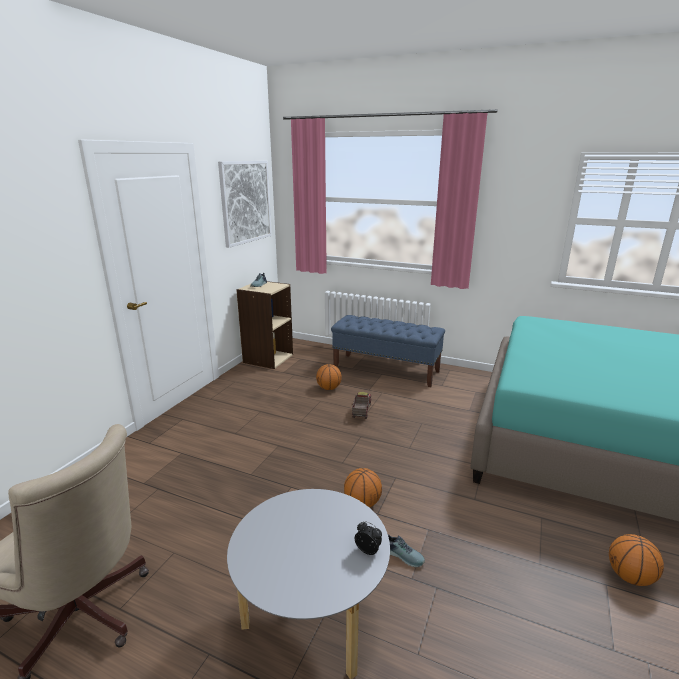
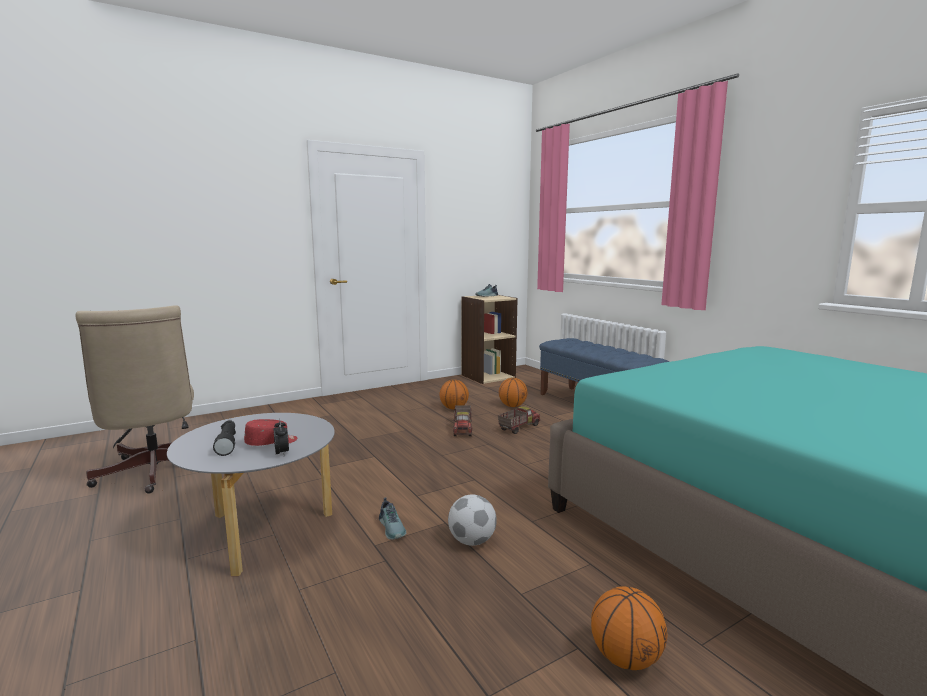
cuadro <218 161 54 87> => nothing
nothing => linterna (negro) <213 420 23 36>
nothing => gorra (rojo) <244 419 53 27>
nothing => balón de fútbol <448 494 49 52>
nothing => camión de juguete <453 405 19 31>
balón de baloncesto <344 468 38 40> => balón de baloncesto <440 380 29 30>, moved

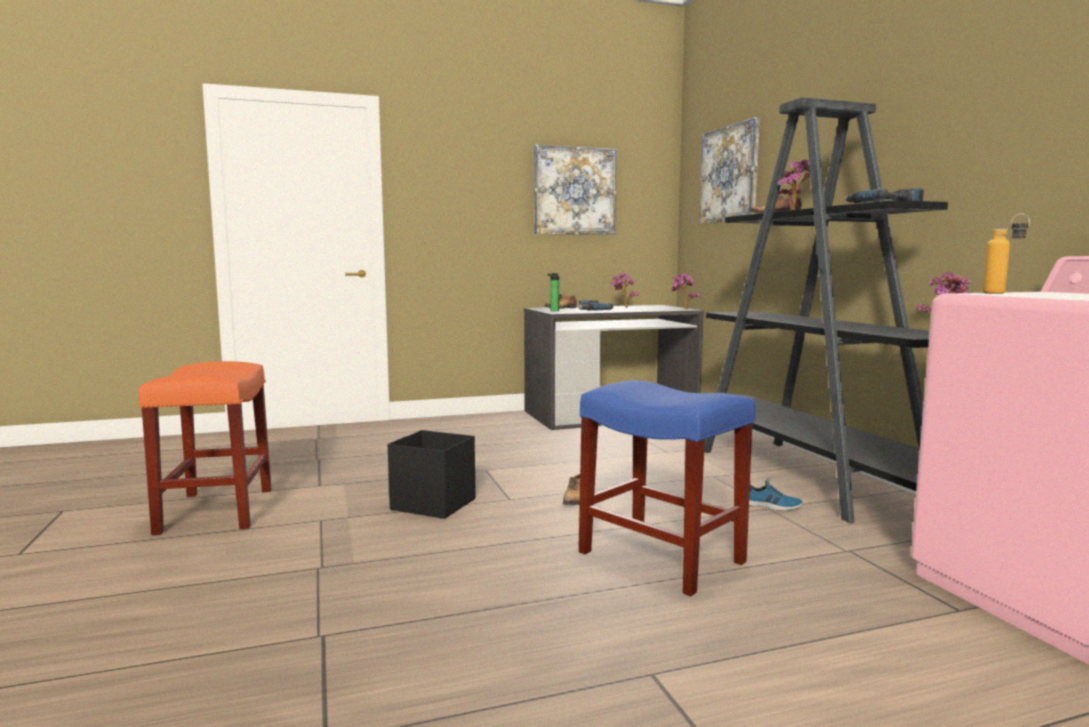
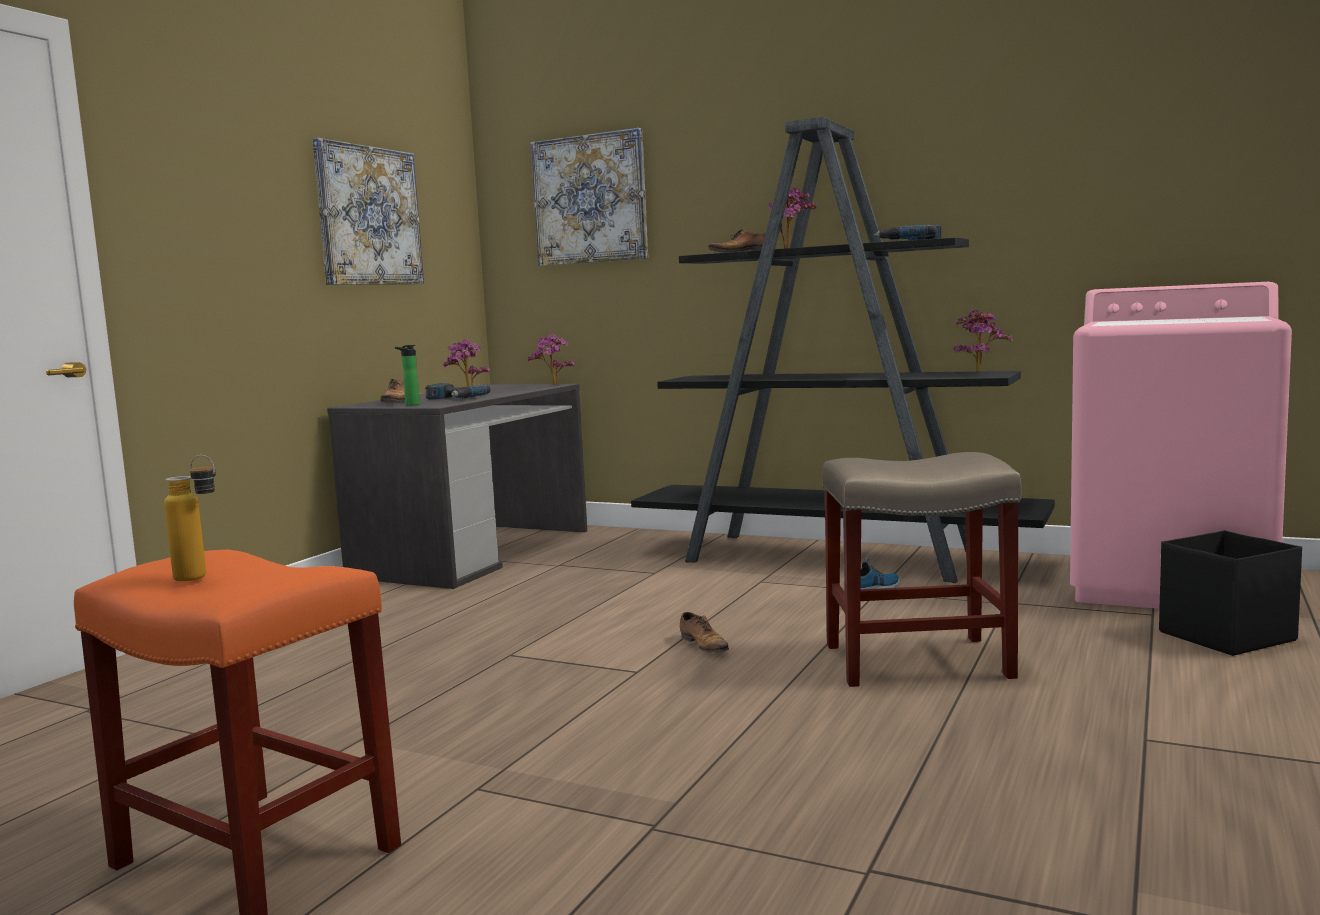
caja de almacenaje (negro) <388 430 88 89> => caja de almacenaje (negro) <1159 531 143 125>, moved
botella <983 214 47 80> => botella <164 455 52 126>, moved
taburete (azul) <579 380 177 216> => taburete (beis) <823 452 199 235>

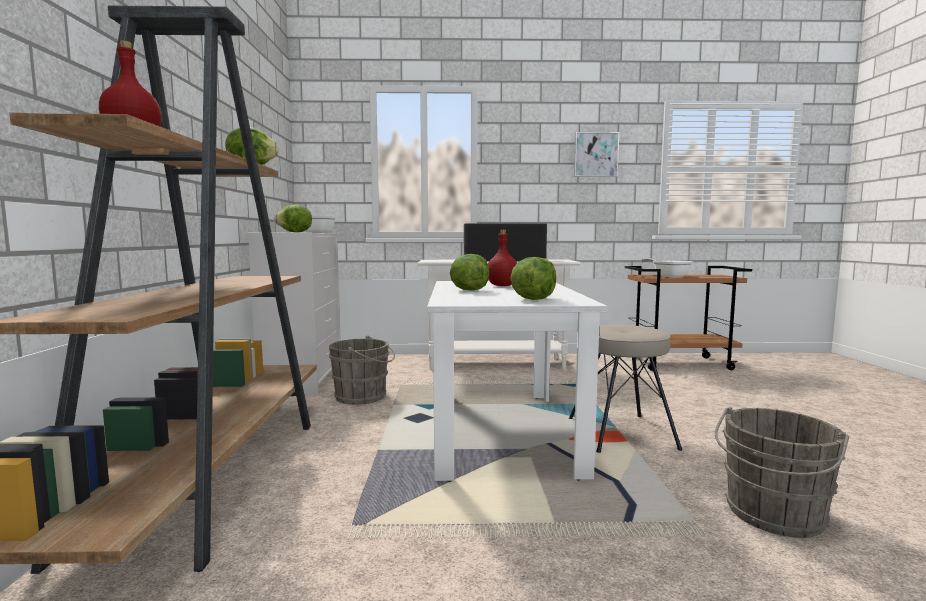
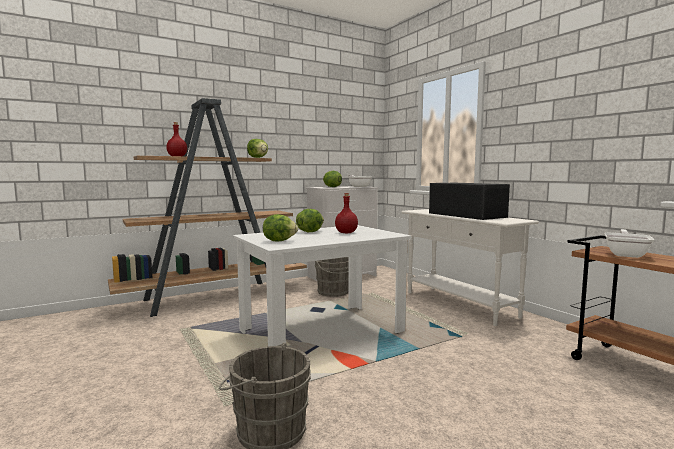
taburete (beis) <569 325 113 128> => nothing
cuadro <574 132 45 45> => nothing

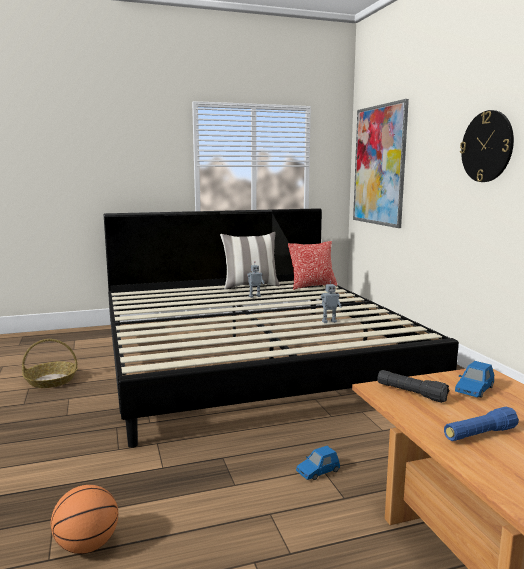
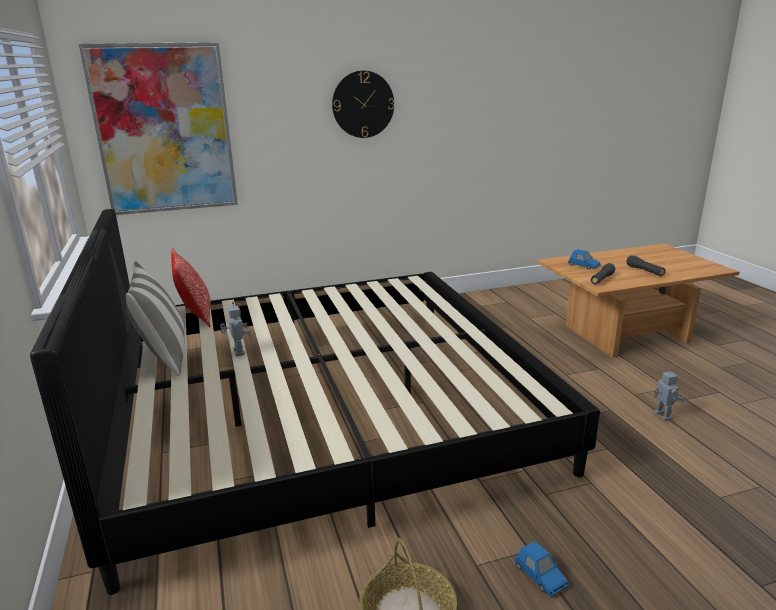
balón de baloncesto <51 485 67 69> => nothing
coche de juguete (azul) <296 446 44 34> => coche de juguete (azul) <515 541 53 56>, moved
robot de juguete <321 280 21 43> => robot de juguete <653 368 32 53>, moved
linterna (azul) <444 407 75 34> => linterna (negro) <626 255 40 21>

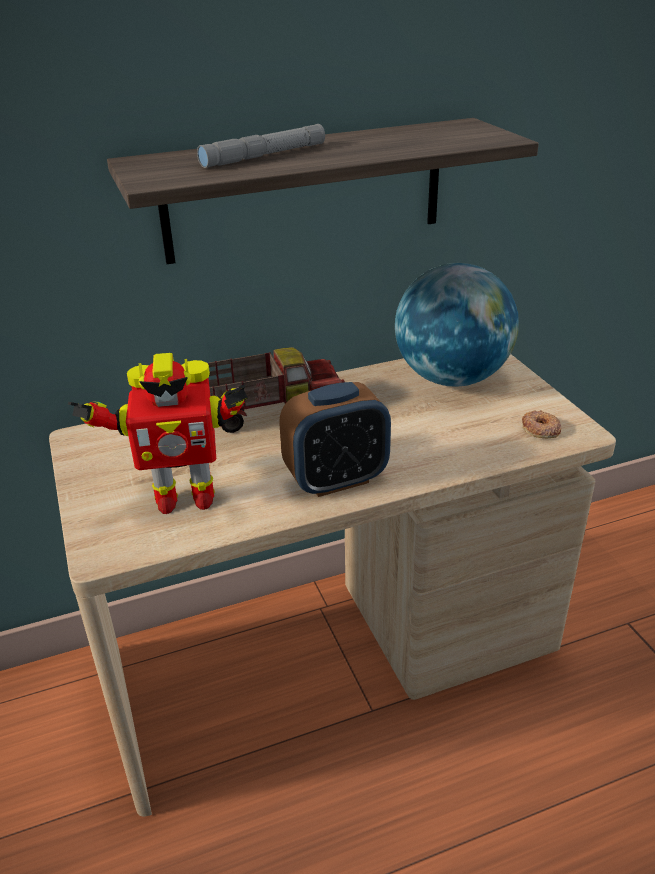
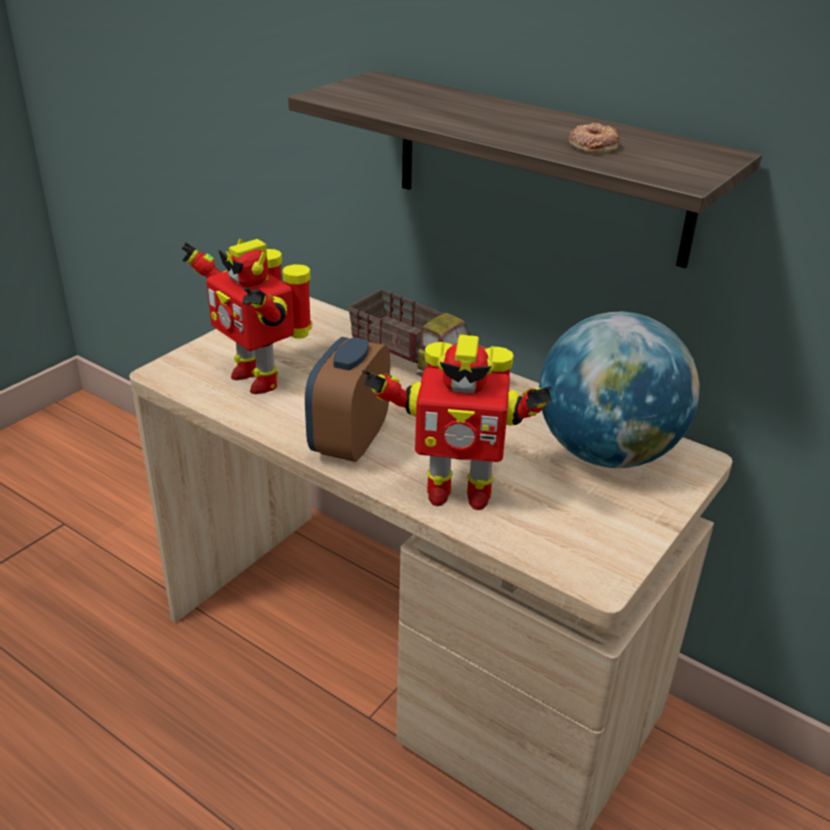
linterna (gris) <197 124 128 44> => nothing
nothing => robot de juguete <362 335 190 175>
rosquilla <522 410 39 28> => rosquilla <569 123 51 30>, moved
despertador <279 382 112 115> => despertador <305 337 85 125>, 75 degrees clockwise

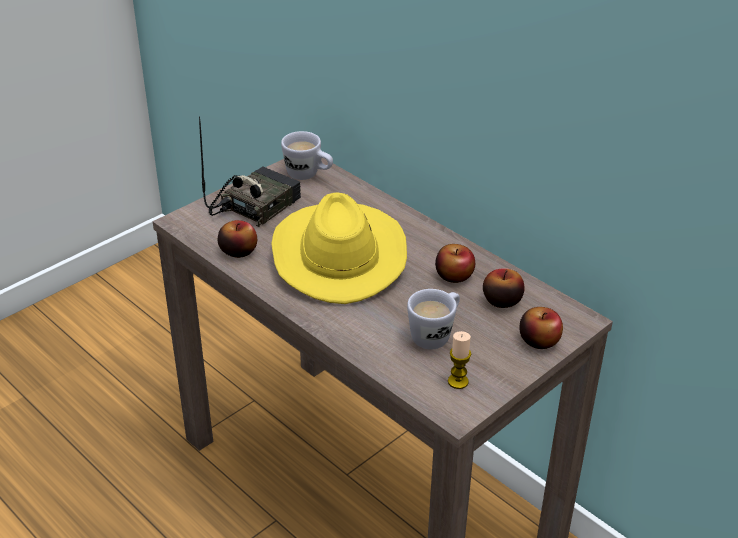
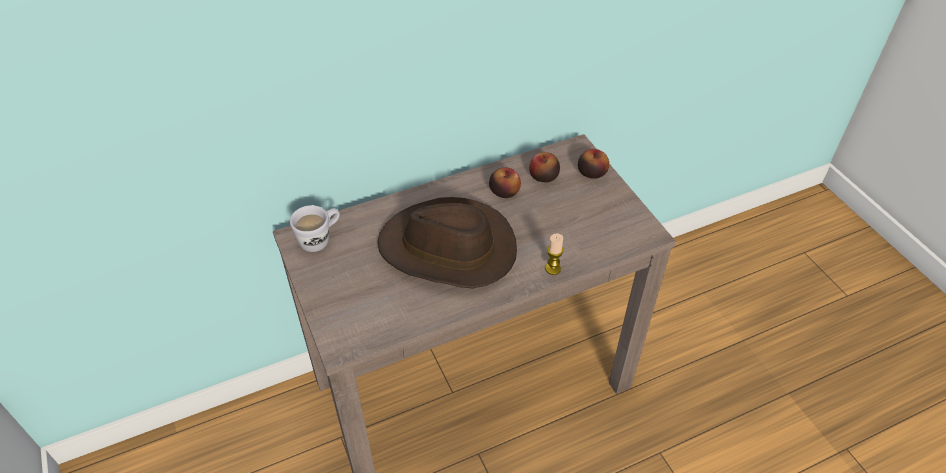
radio <199 117 102 110> => nothing
manzana <218 220 39 38> => nothing
taza grande (blanco) <407 289 53 60> => nothing
vela <448 331 23 58> => vela <545 233 18 42>, moved
sombrero (amarillo) <271 192 136 112> => sombrero (marrón) <378 197 139 91>

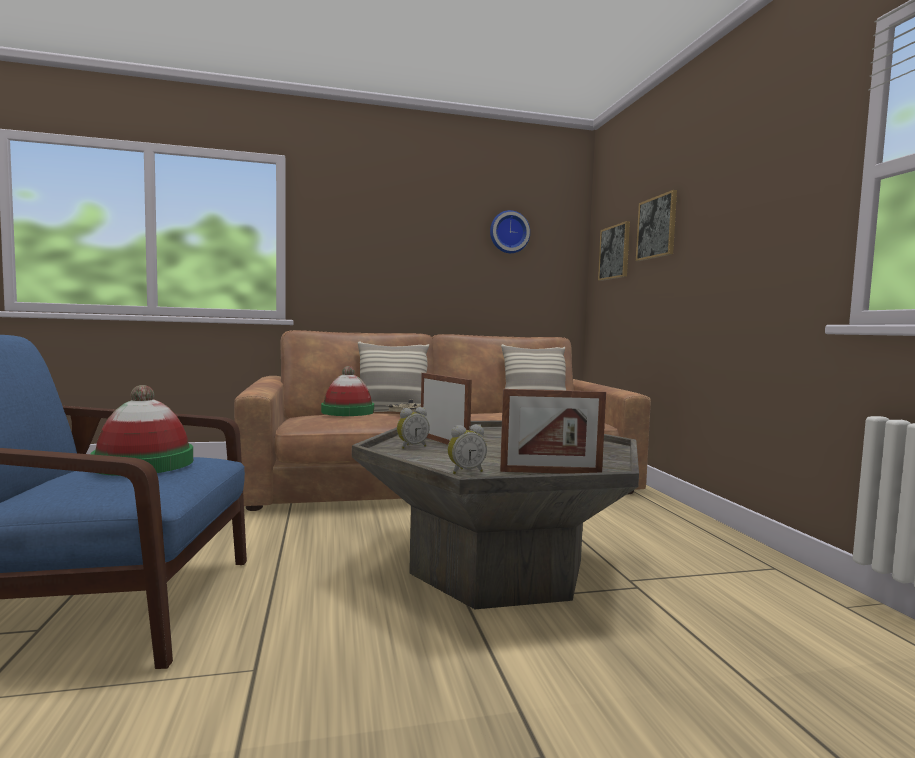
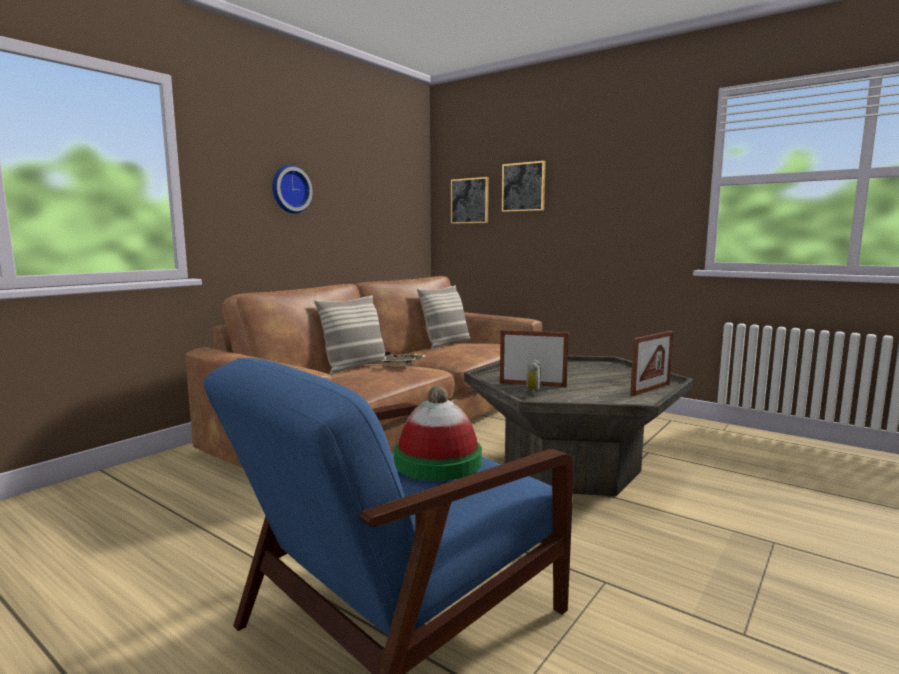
sombrero <321 366 53 50> => nothing
despertador <448 424 39 50> => nothing
reloj de pared <490 210 40 43> => reloj de pared <272 165 41 49>, moved

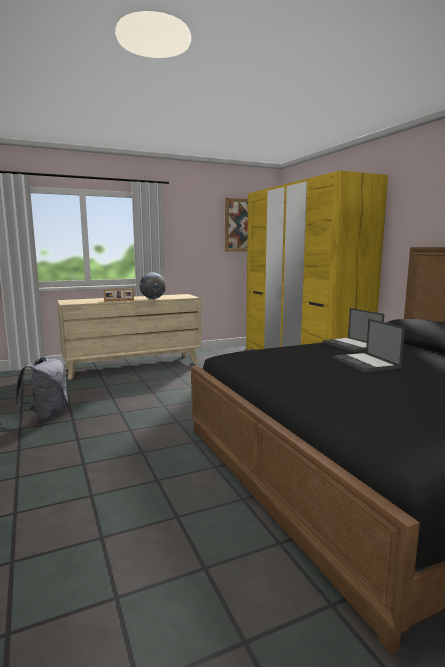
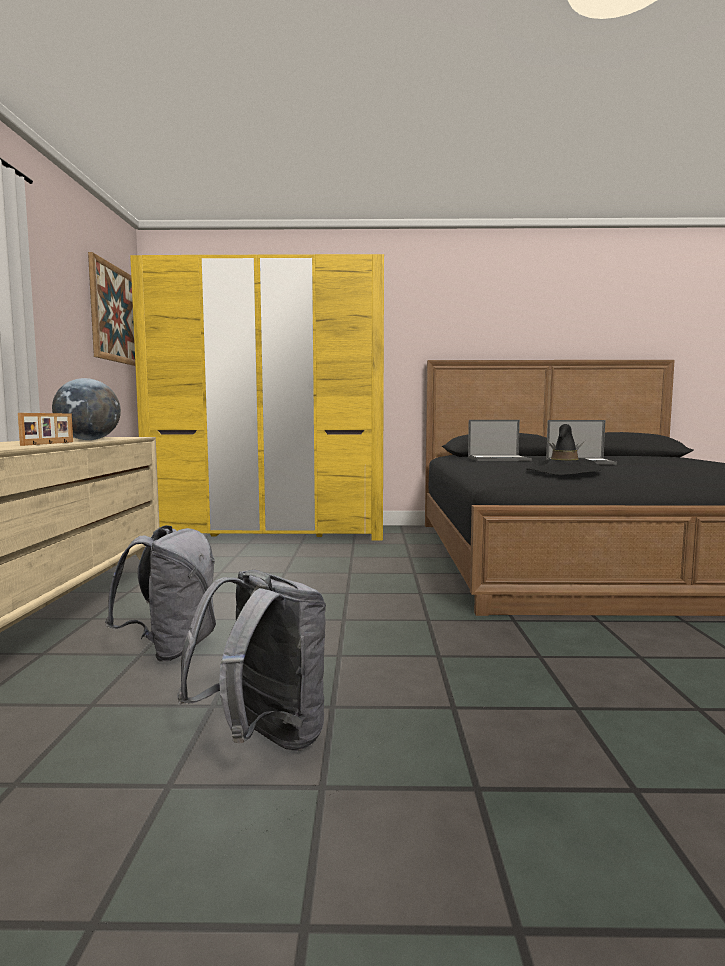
nothing => mochila (gris) <105 525 111 137>
nothing => sombrero (negro) <526 424 79 51>

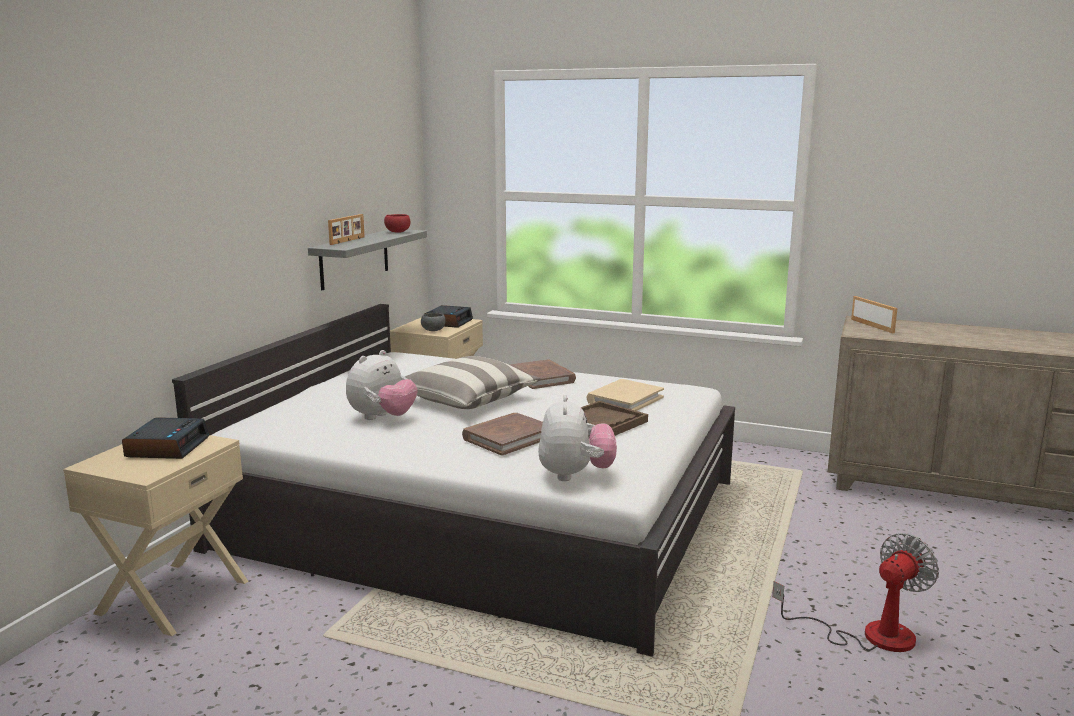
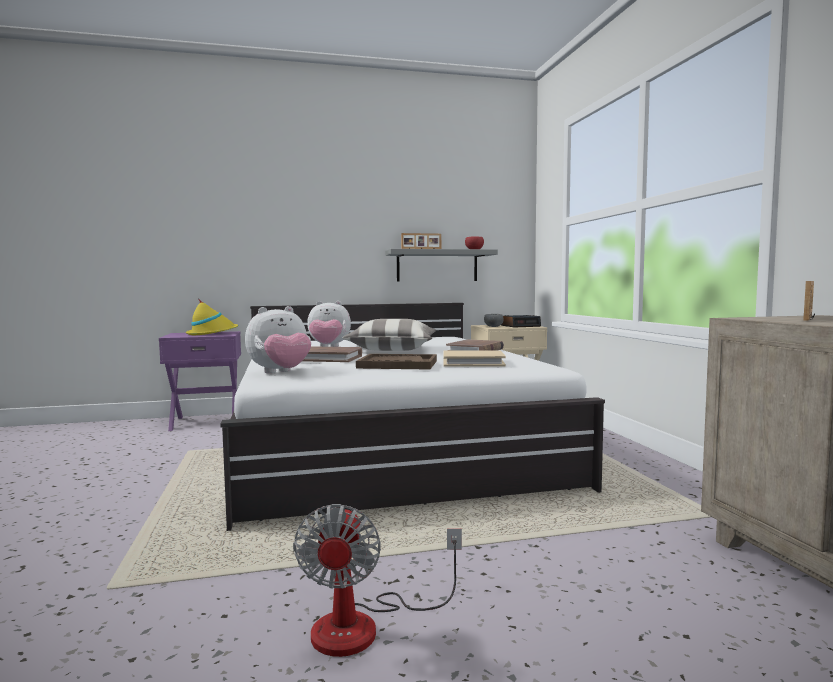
despertador <122 417 88 42> => sombrero (amarillo) <186 300 53 35>
mesita de noche (beis) <63 435 185 201> => mesita de noche (morado) <159 331 82 100>
ventilador <772 533 167 119> => ventilador <293 504 169 153>, 75 degrees clockwise

